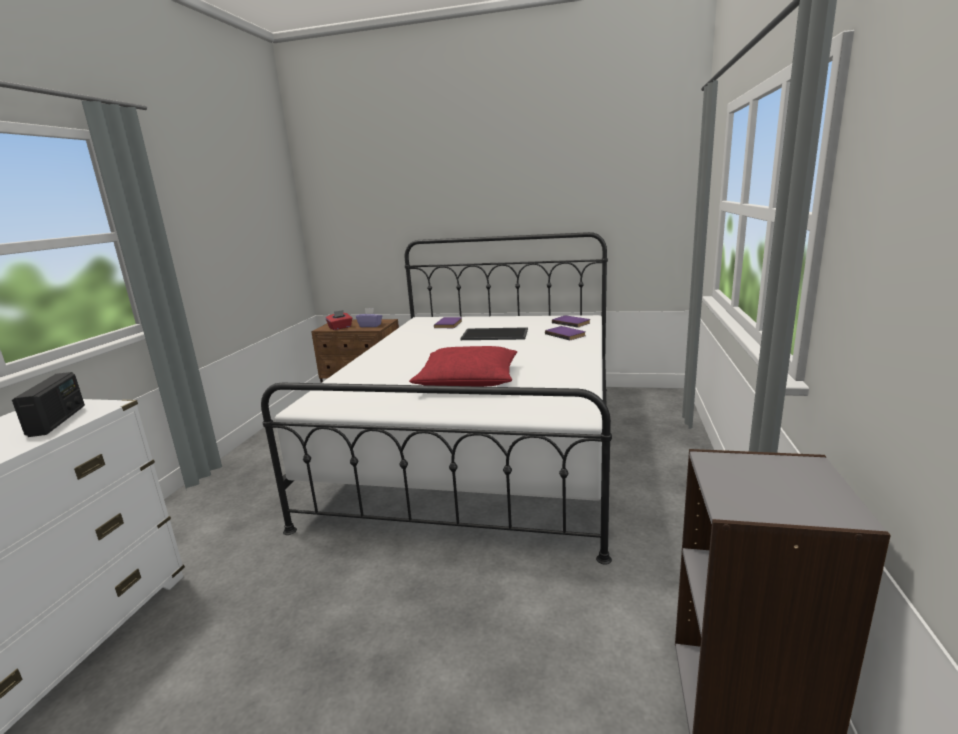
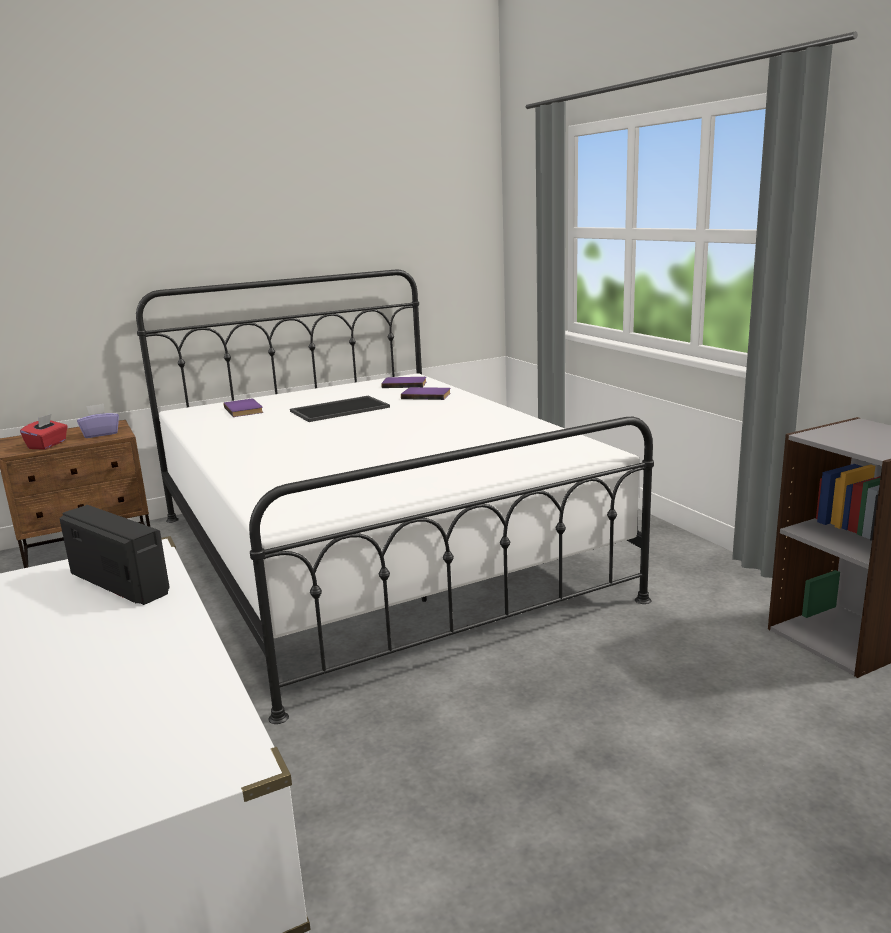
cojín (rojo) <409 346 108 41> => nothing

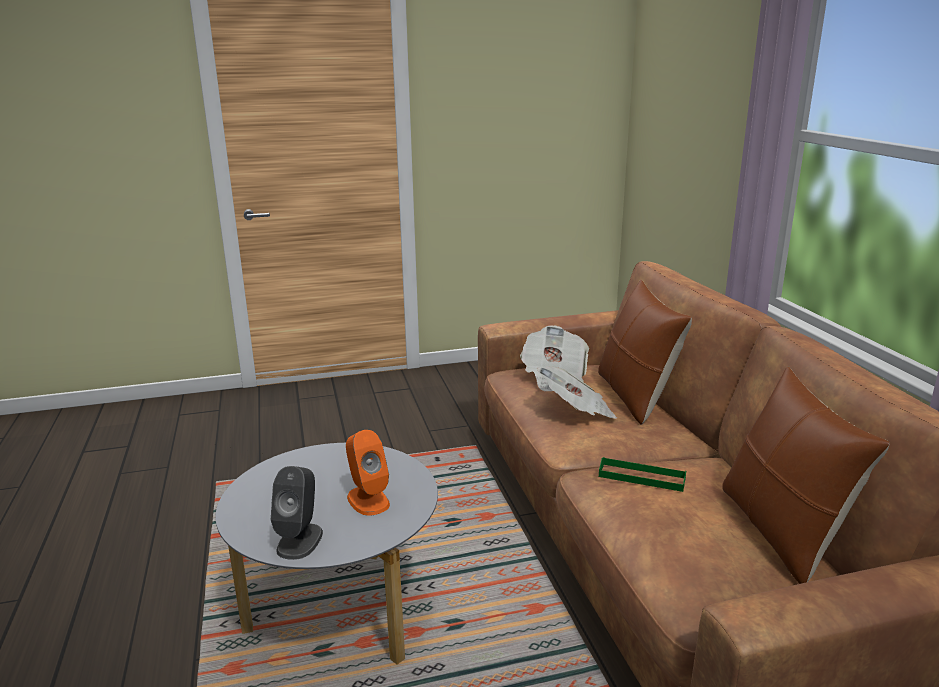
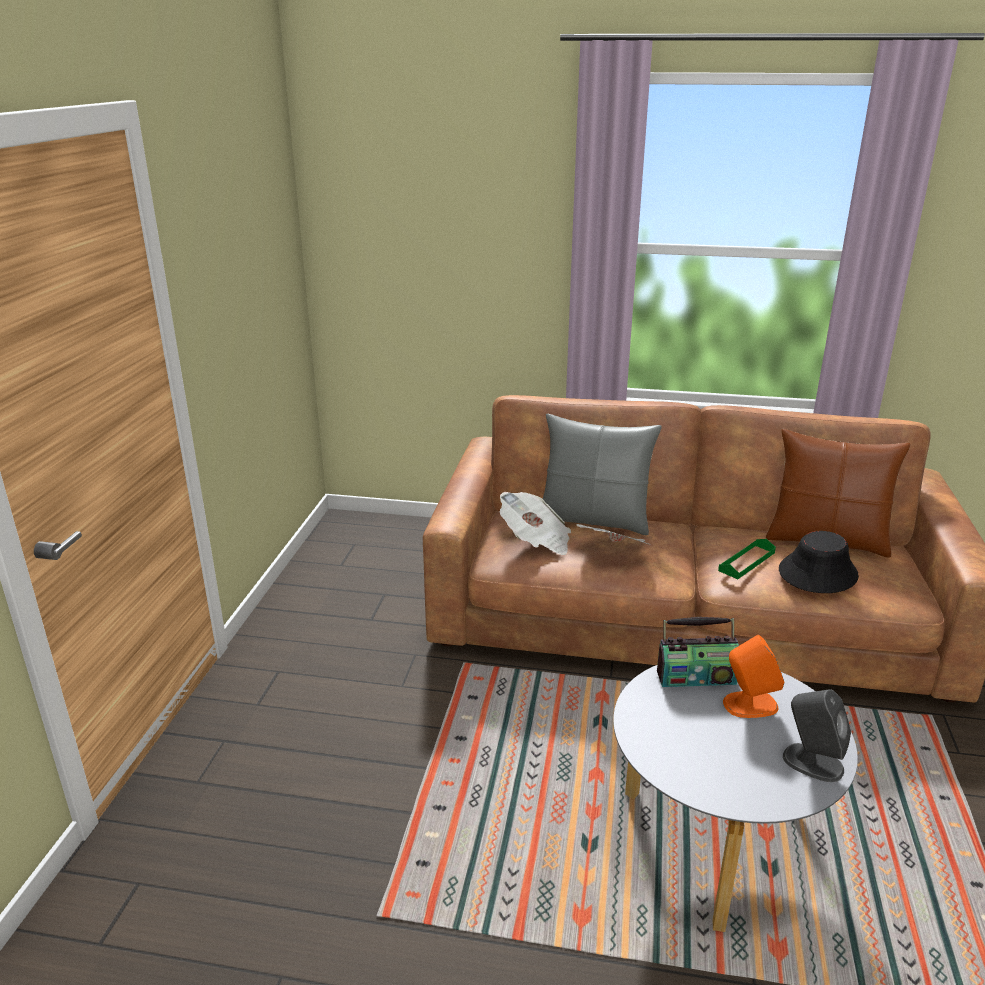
nothing => radio <657 617 82 70>
nothing => sombrero (negro) <779 531 80 62>
cojín (marrón) <598 280 94 145> => cojín (gris) <543 414 119 121>

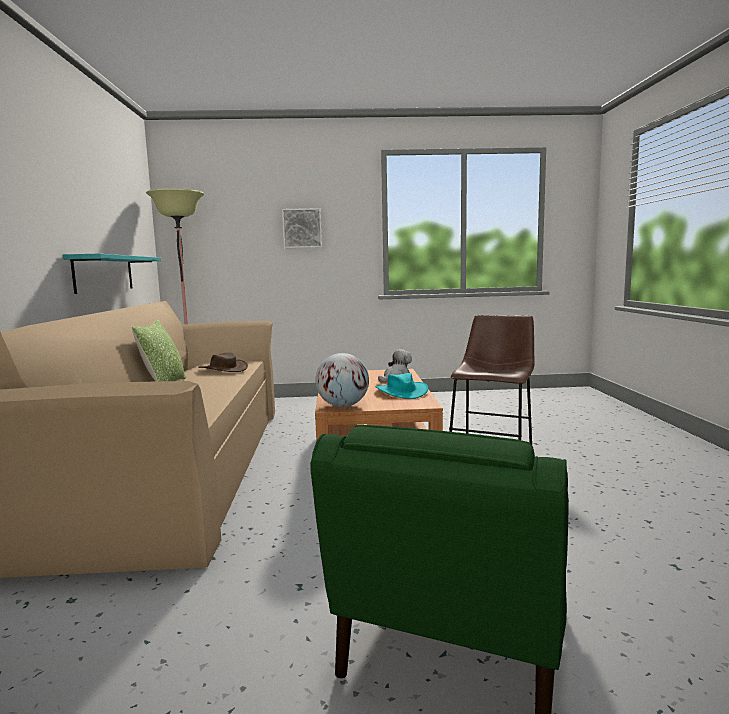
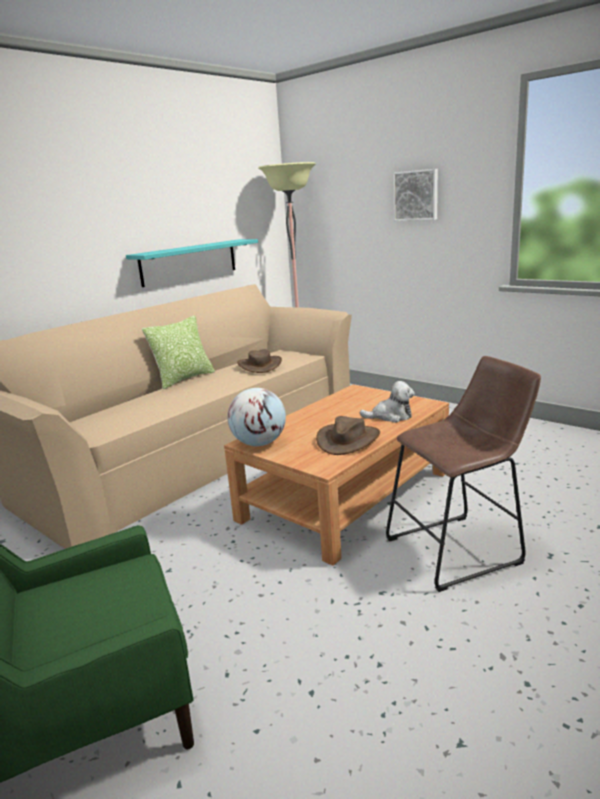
sombrero (turquesa) <375 373 53 26> => sombrero (marrón) <316 416 64 39>

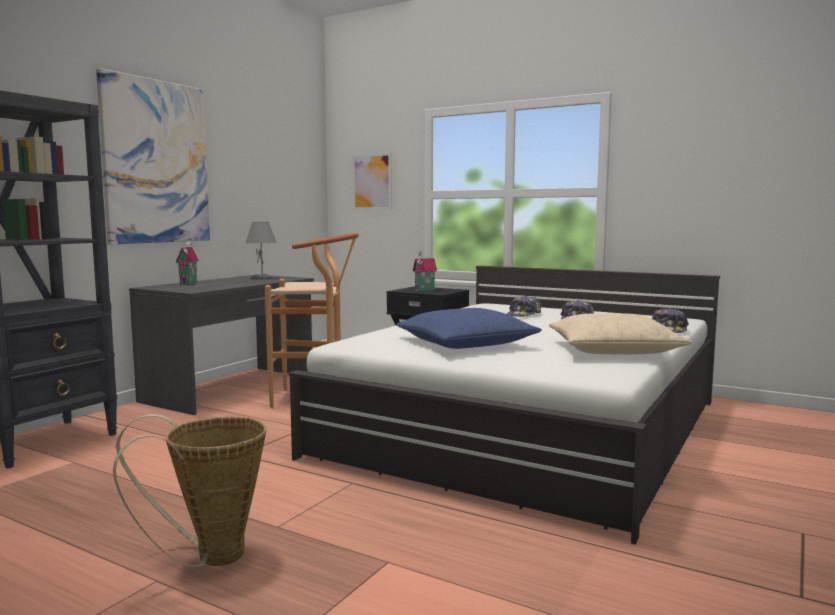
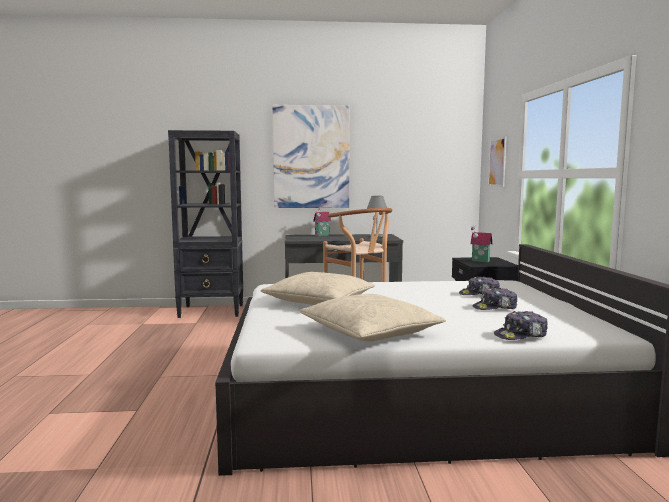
cesta <113 414 153 154> => nothing
cojín (azul) <396 308 146 41> => cojín (beis) <260 272 115 33>

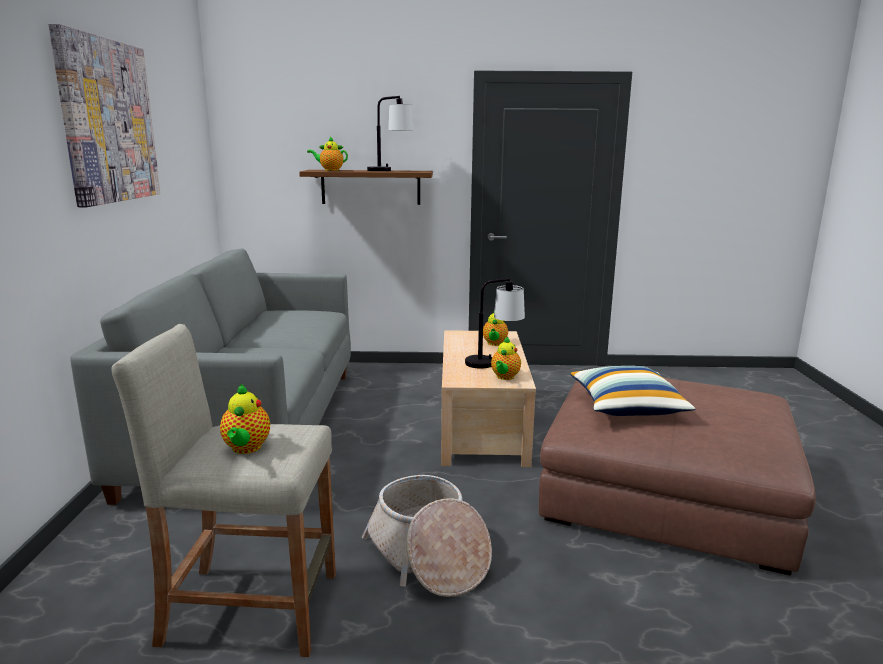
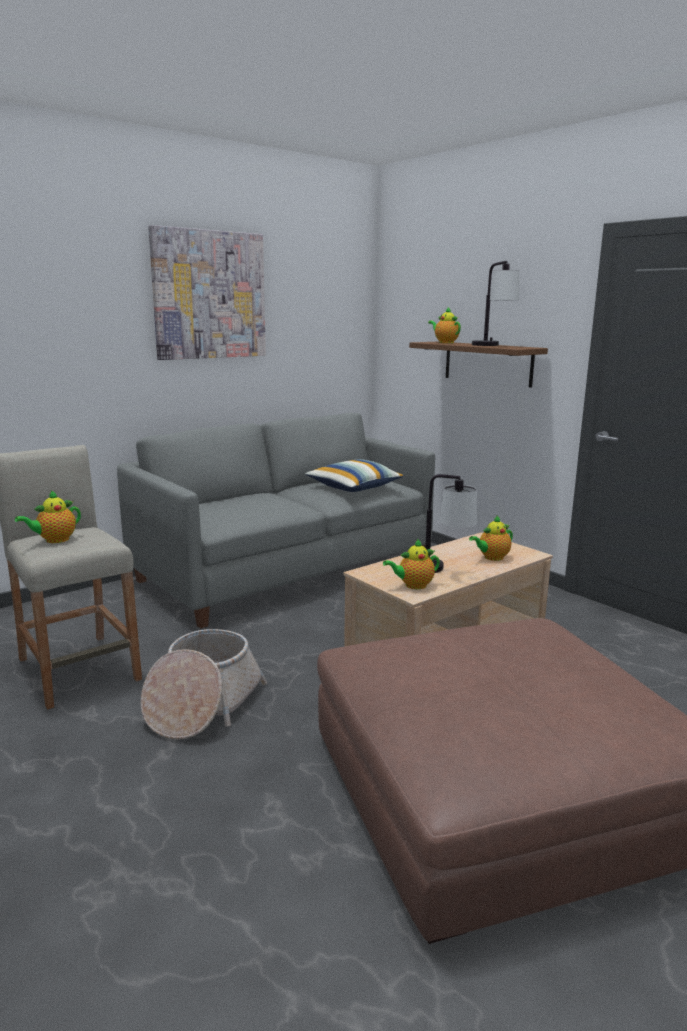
cojín <570 366 125 50> => cojín <305 459 99 33>, moved

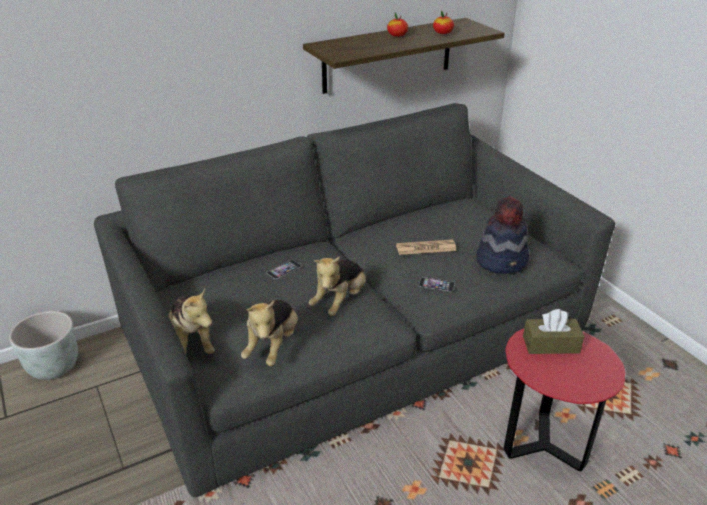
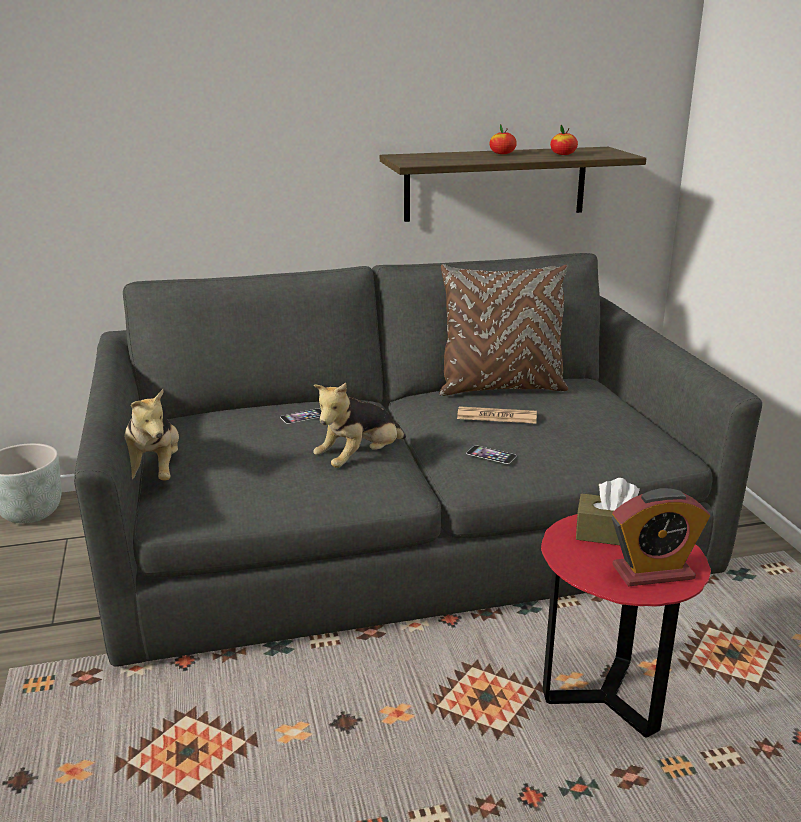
peluche <241 299 57 67> => nothing
sombrero <476 196 53 78> => nothing
nothing => cojín (marrón) <439 264 129 132>
nothing => despertador <612 488 98 98>

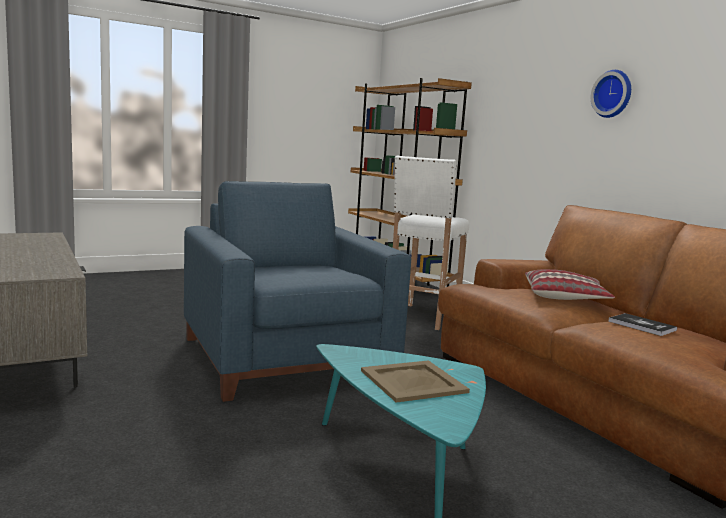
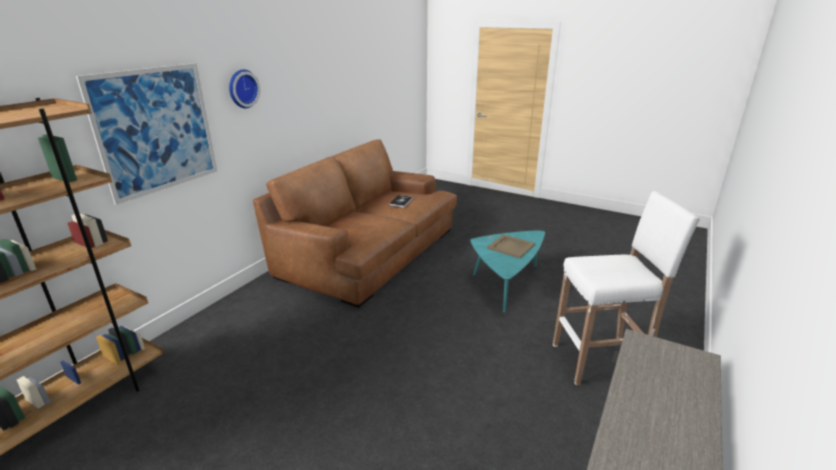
sillón (azul) <184 181 227 221> => nothing
cojín <525 269 90 31> => nothing
nothing => cuadro <76 63 141 142>
taburete (blanco) <393 156 76 174> => taburete (blanco) <553 191 147 194>, moved

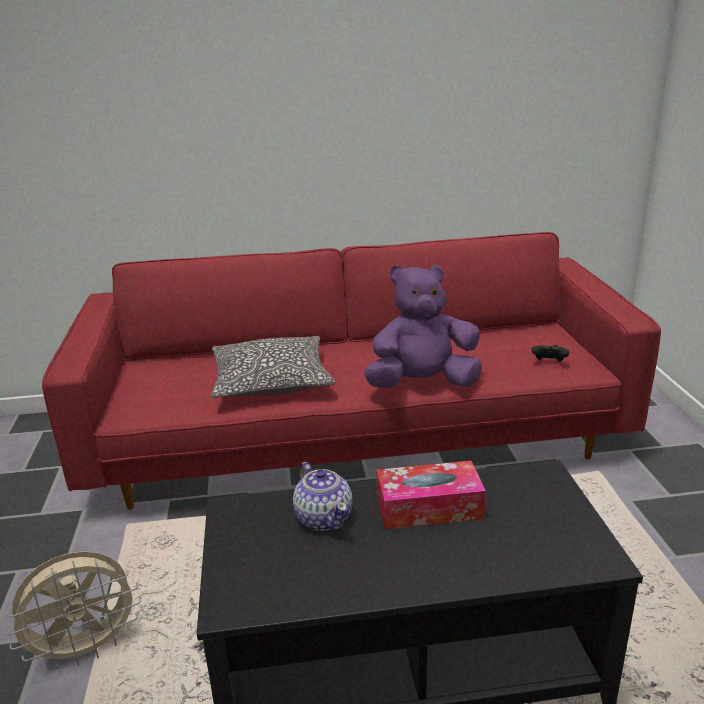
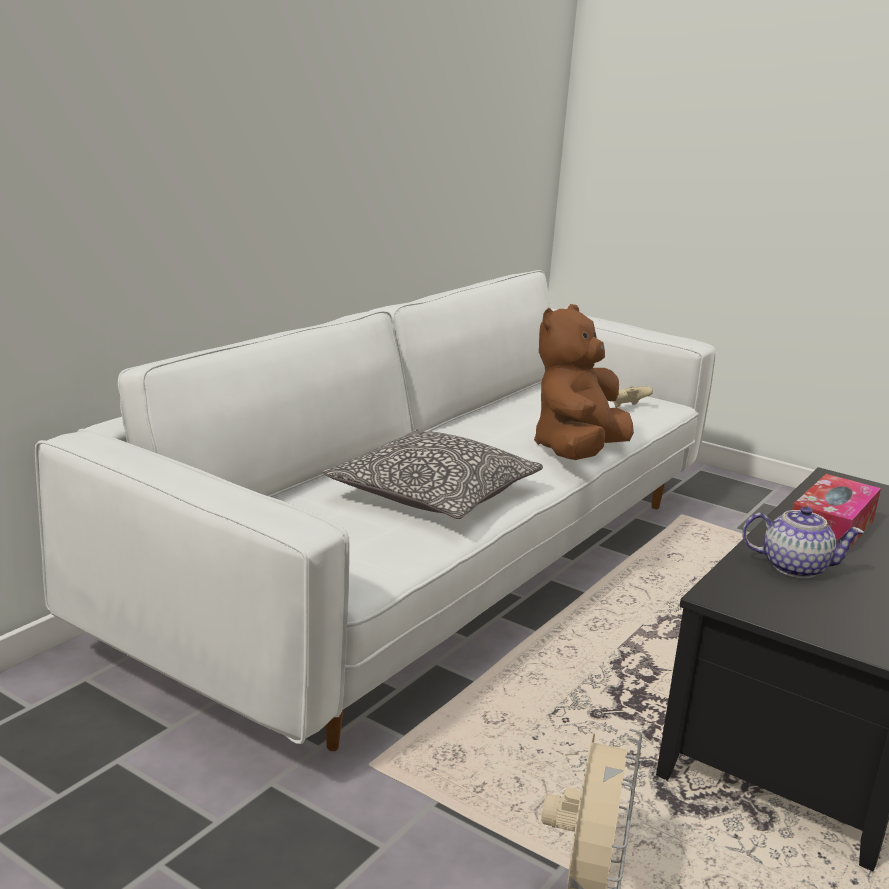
sofá (rojo) <42 232 619 278> => sofá (blanco) <35 270 681 481>
peluche (morado) <364 265 118 123> => peluche (marrón) <534 304 100 156>
mando de consola (negro) <531 345 38 17> => mando de consola (beis) <612 386 41 21>

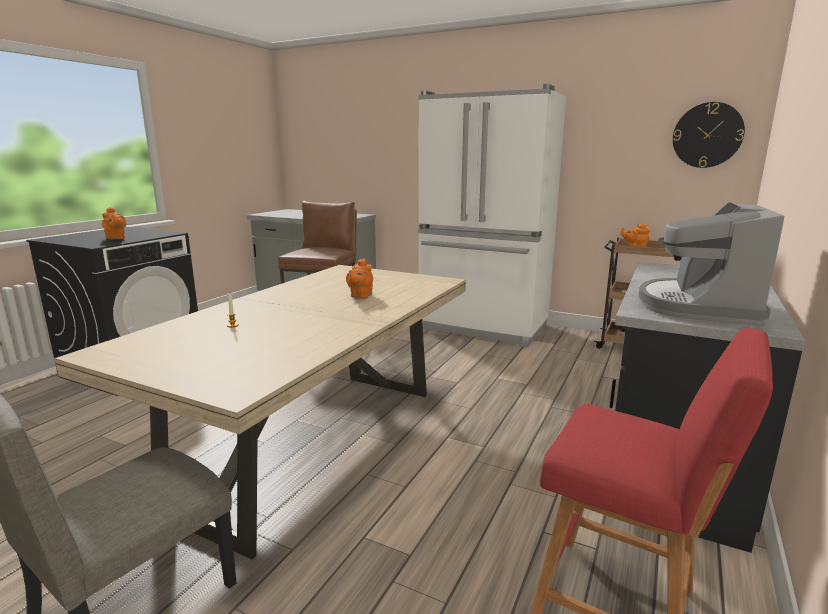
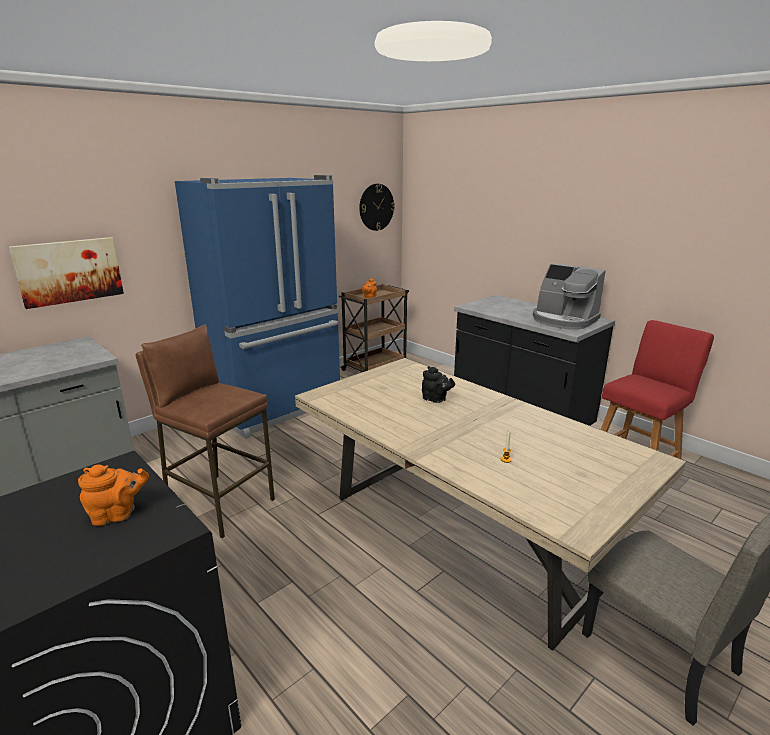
nothing => cuadro <9 237 115 72>
tetera (naranja) <346 258 27 41> => tetera (negro) <422 366 33 37>
nevera (blanco) <418 84 148 263> => nevera (azul) <175 175 165 264>

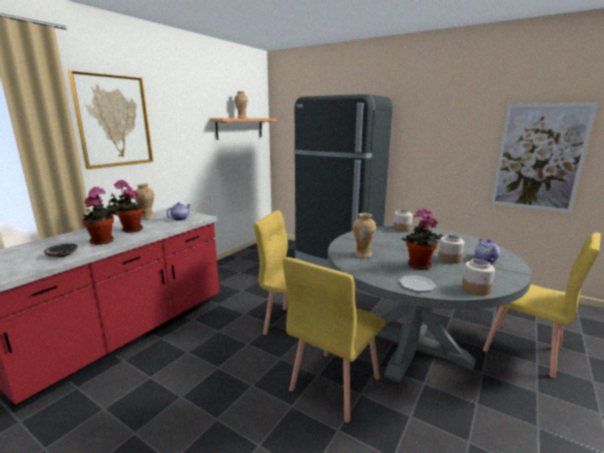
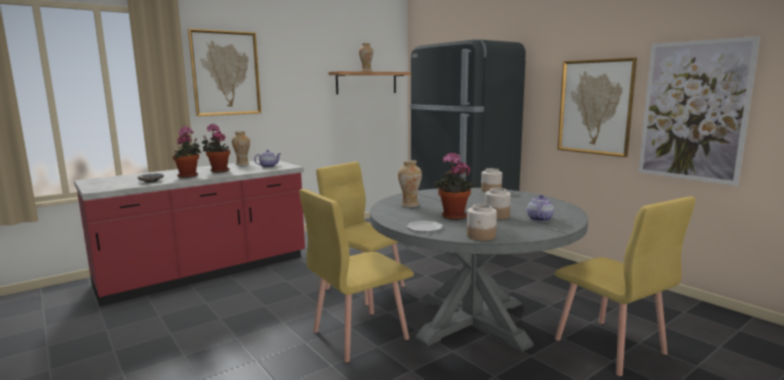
nothing => cuadro <557 57 80 100>

